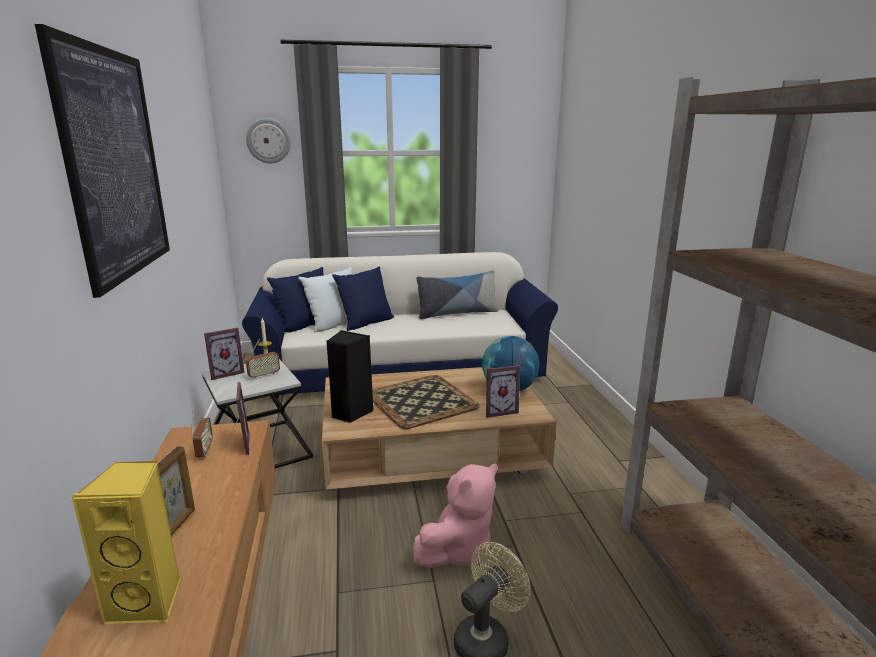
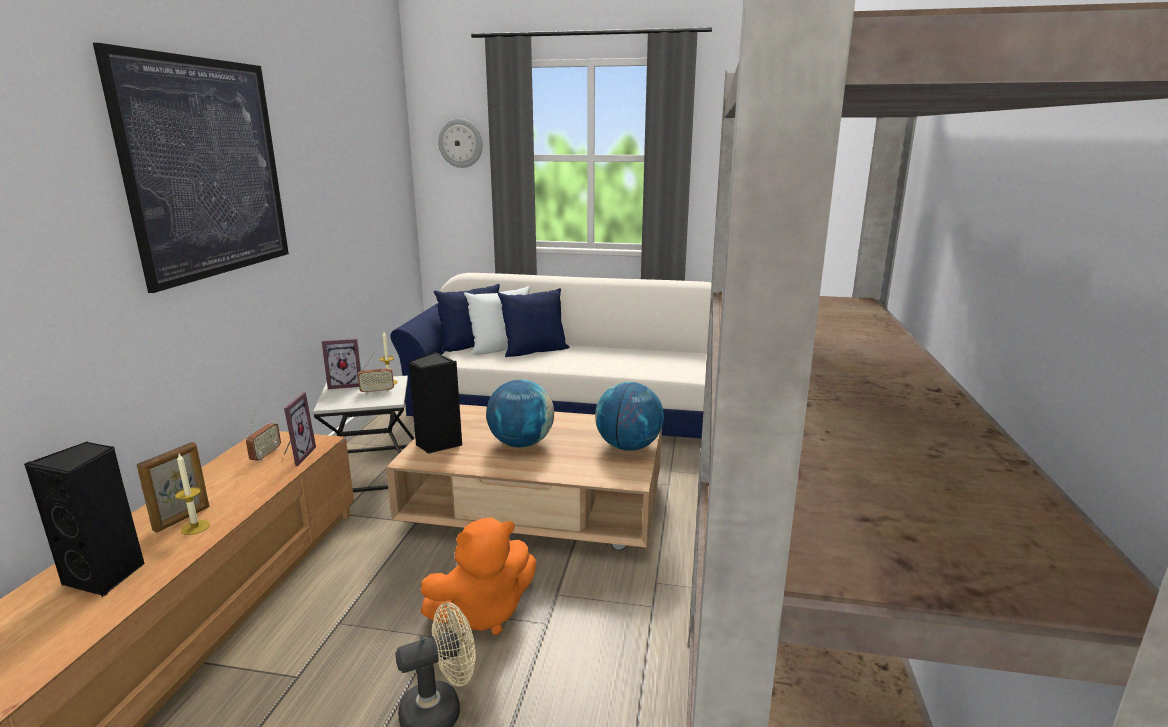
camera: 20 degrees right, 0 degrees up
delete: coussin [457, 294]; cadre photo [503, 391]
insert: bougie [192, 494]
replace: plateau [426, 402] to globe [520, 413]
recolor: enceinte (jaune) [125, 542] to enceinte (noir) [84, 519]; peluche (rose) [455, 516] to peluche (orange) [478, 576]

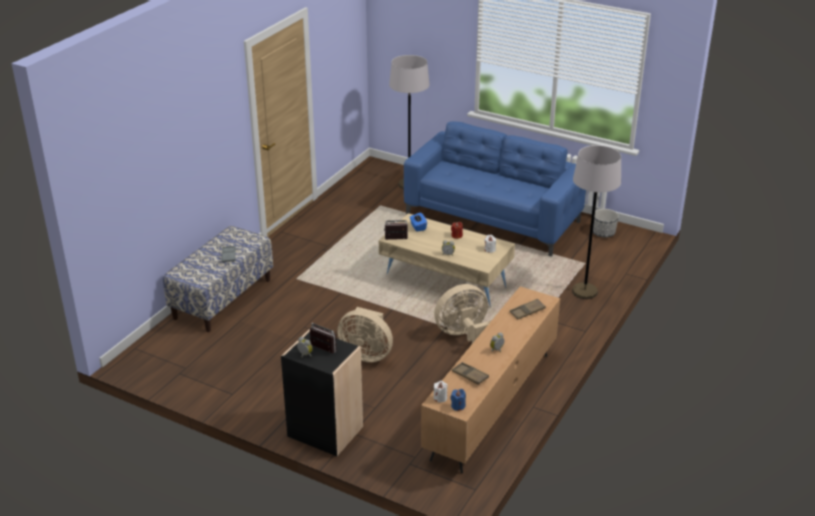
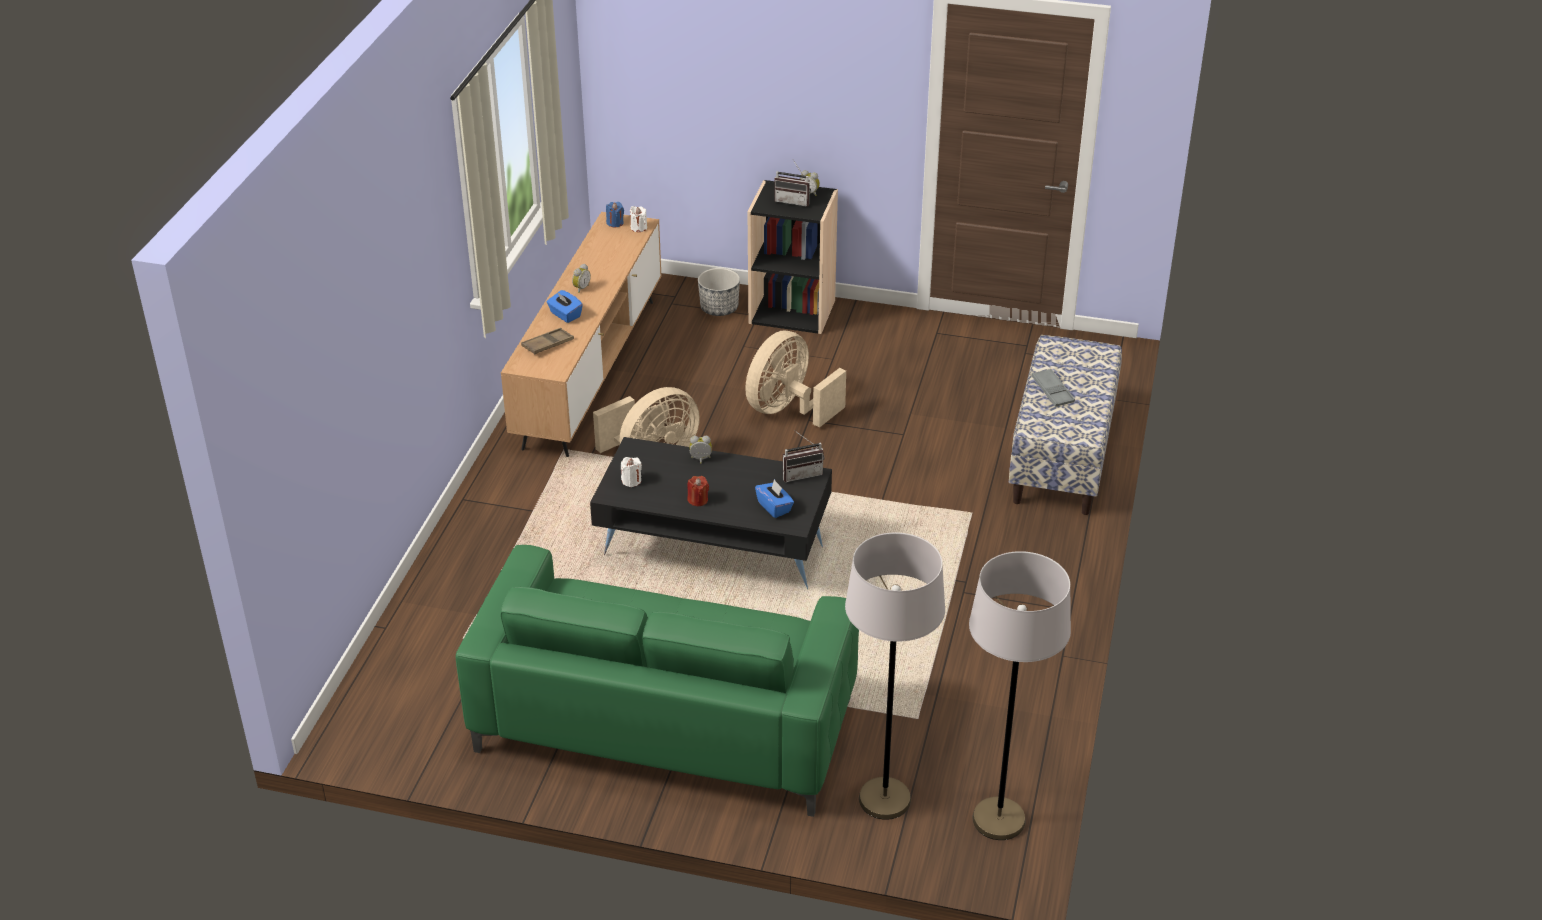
camera: 165 degrees right, 5 degrees up
delete: plateau (marron) [470, 373]
insert: boîte à mouchoirs (bleu) [565, 306]
move: lampadaire (gris) [596, 222] to [1020, 695]; cache-pot [606, 223] to [719, 292]
recolor: table basse (beige) [447, 260] to table basse (noir) [711, 513]; canapé (bleu) [495, 189] to canapé (vert) [657, 681]
rotate: ventilateur (beige) [365, 334] = [795, 379] 60 degrees counterclockwise

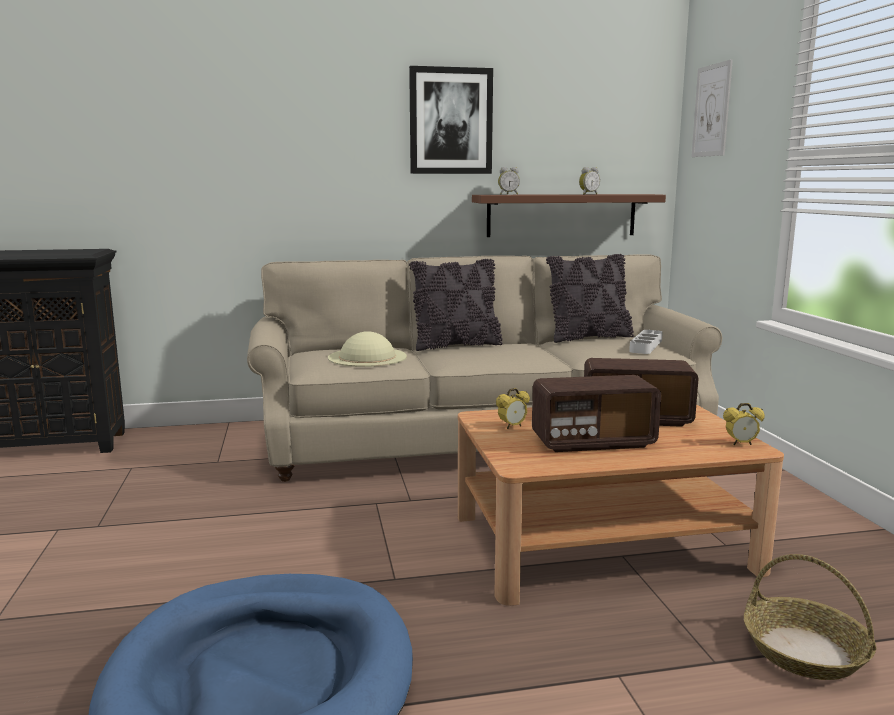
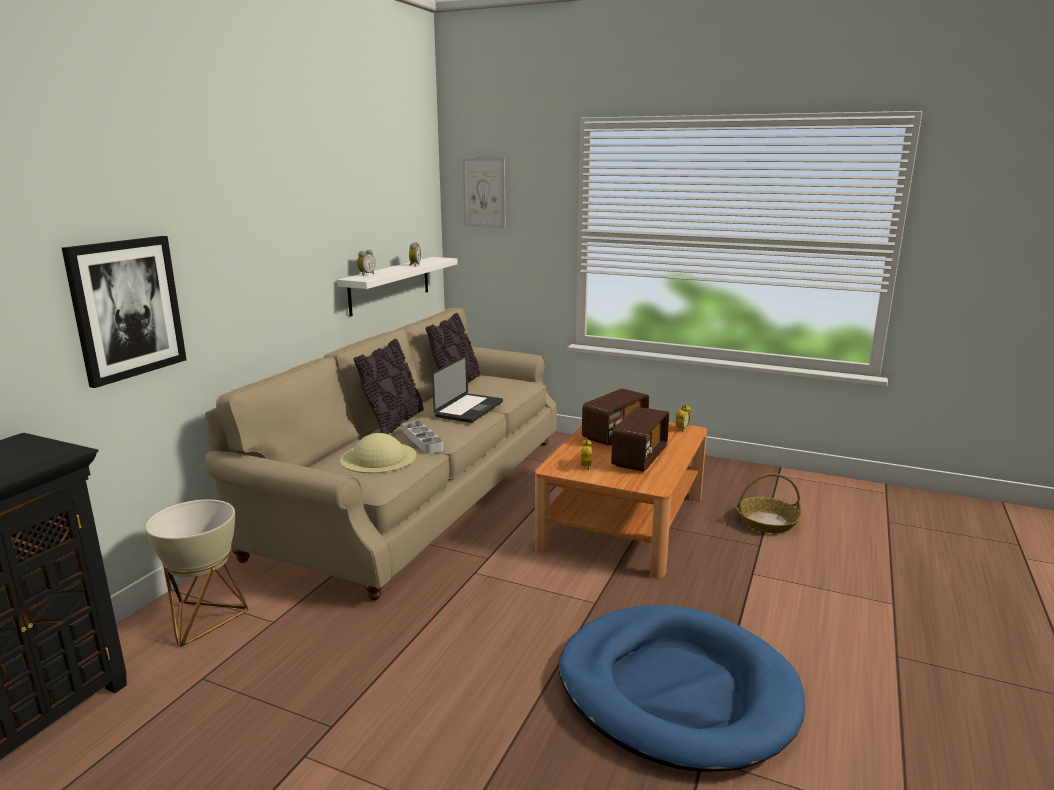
camera: 55 degrees left, 5 degrees up
insert: cache-pot [196, 572]; ordinateur portable [467, 389]
move: tableau [451, 120] to [124, 312]; plateau (gris) [646, 342] to [423, 437]
recolor: étagère (marron) [569, 215] to étagère (blanc) [397, 287]

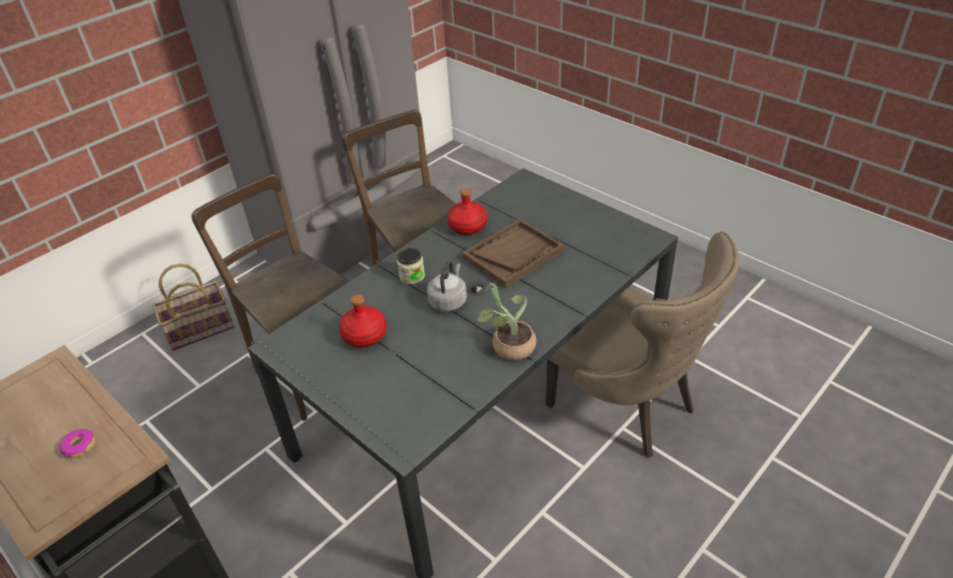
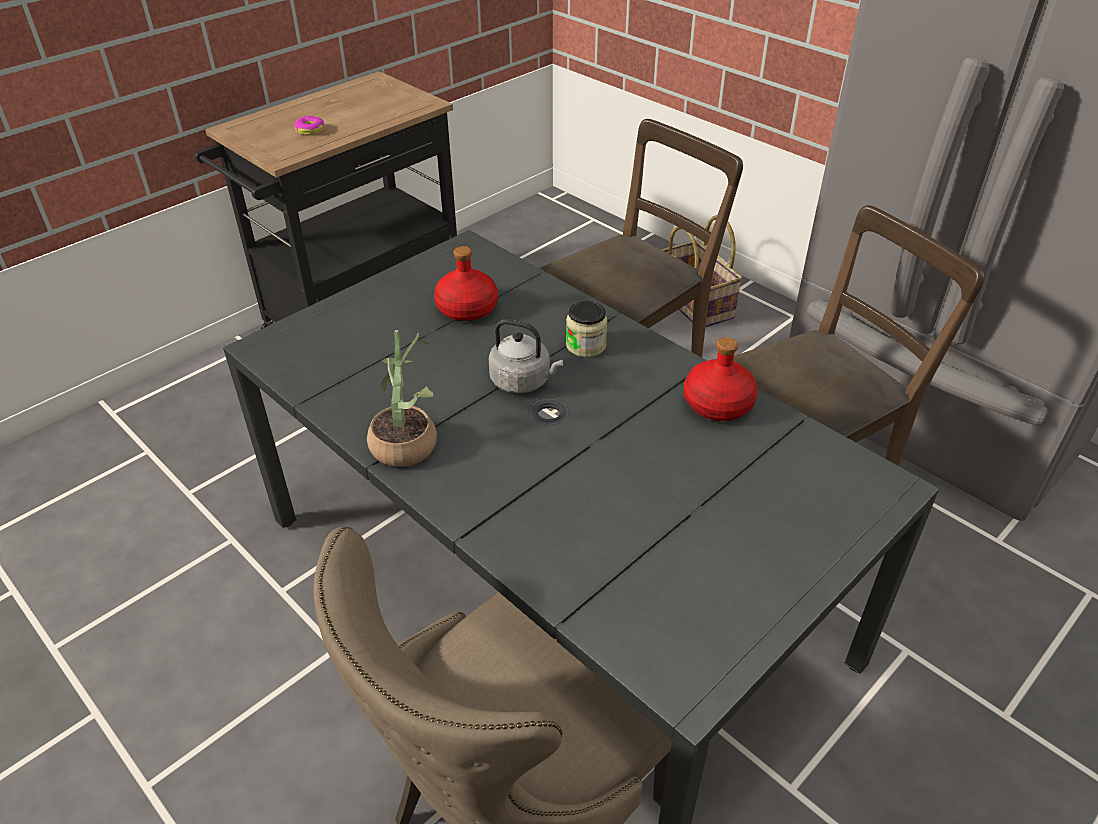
camera: 90 degrees right, 0 degrees up
delete: plateau (marron) [513, 253]

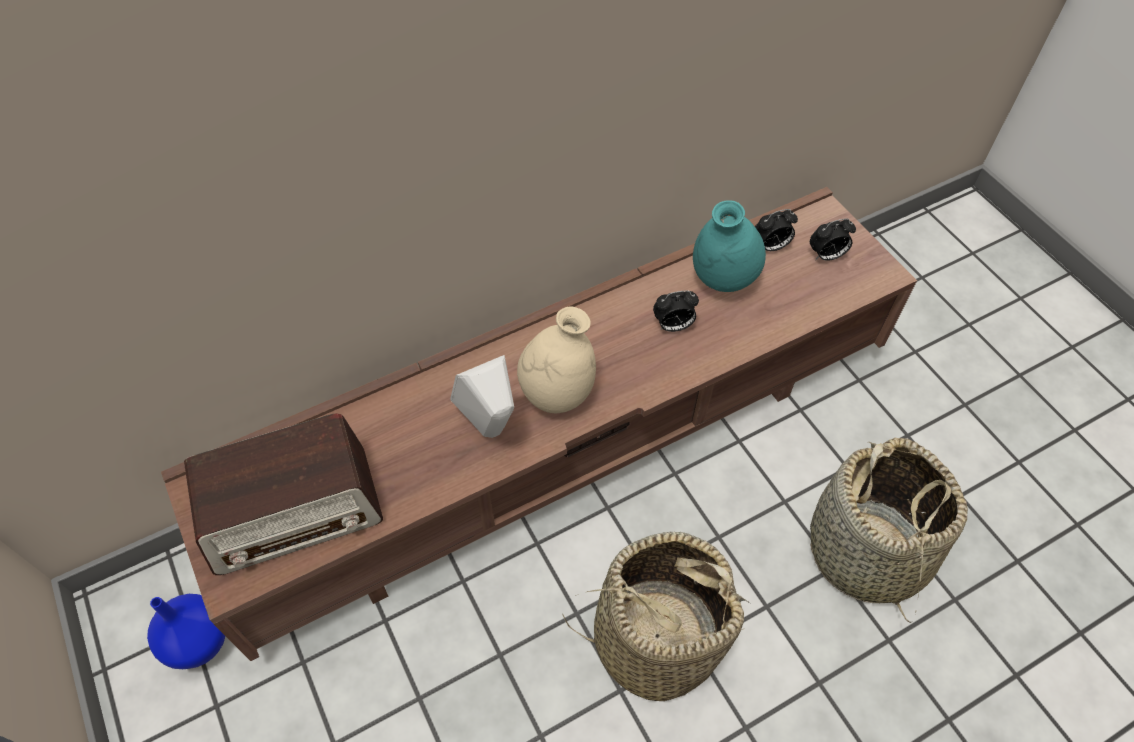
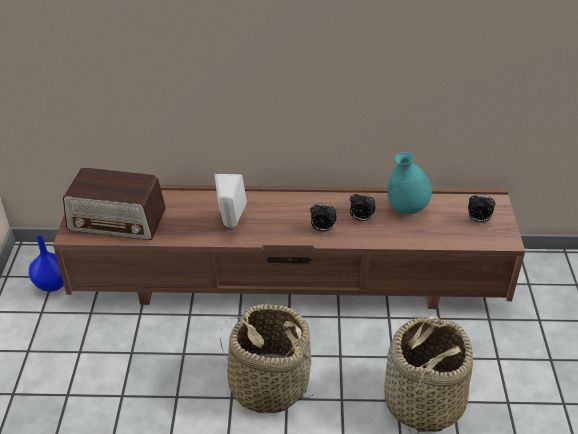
camera: 30 degrees right, 15 degrees down
delete: vase (beige) [556, 360]
move: réveil [776, 230] to [323, 217]

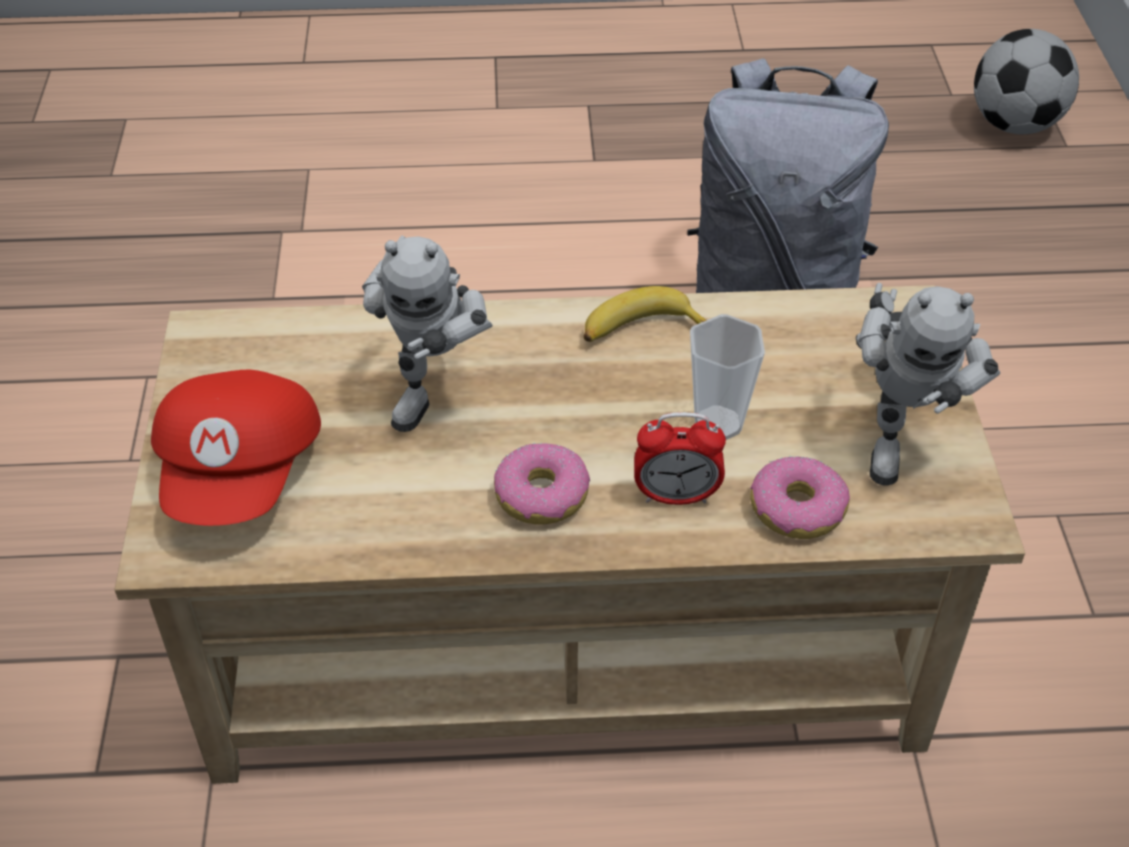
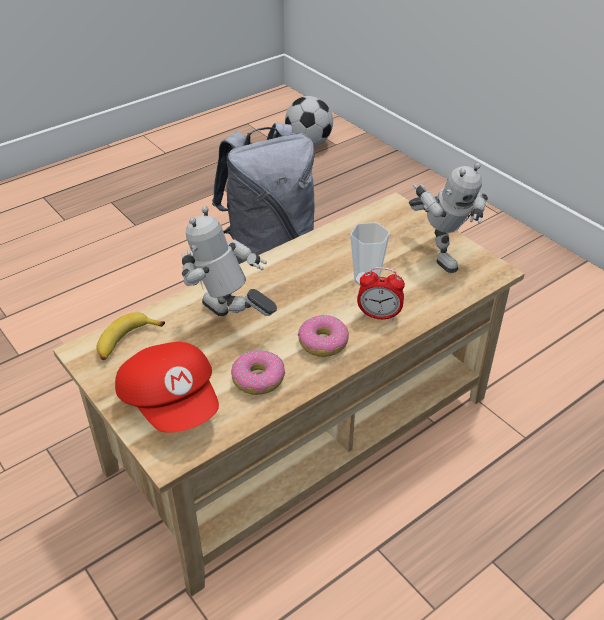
camera: 35 degrees left, 5 degrees down
move: banane [645, 314] to [130, 336]; beignet [800, 497] to [258, 372]
rotate: robot jouet [427, 333] = [229, 261] 150 degrees clockwise; réveil [680, 458] = [381, 293] 45 degrees clockwise

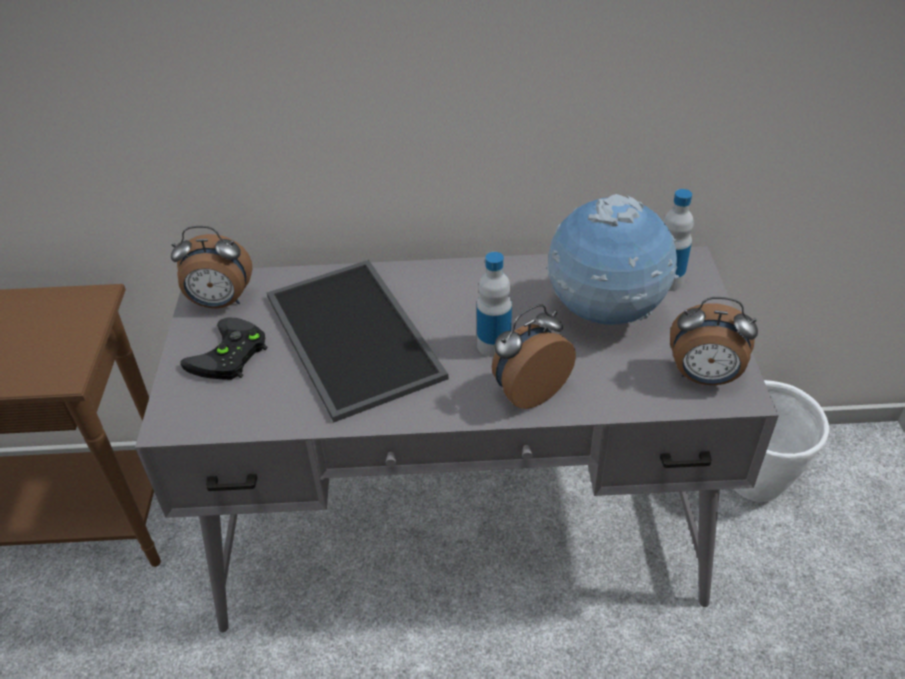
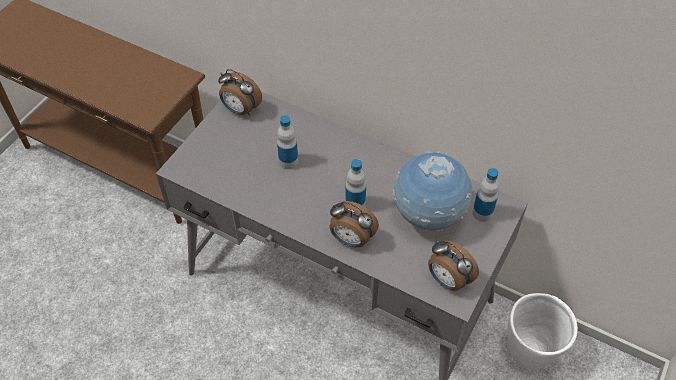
camera: 30 degrees right, 10 degrees up
delete: manette (noir) [223, 349]
replace: plateau [357, 341] to bouteille [287, 142]
rotate: réveil [534, 356] = [354, 224] 150 degrees counterclockwise

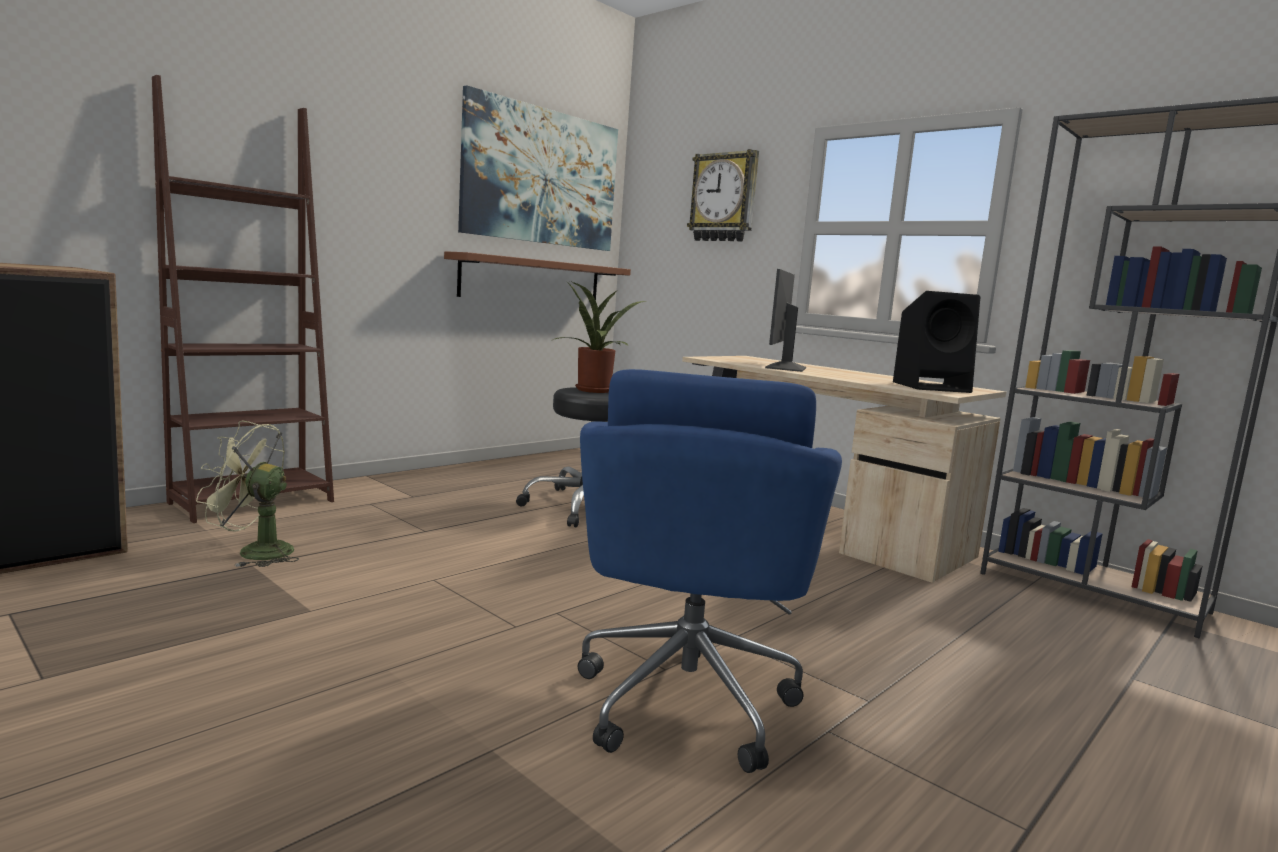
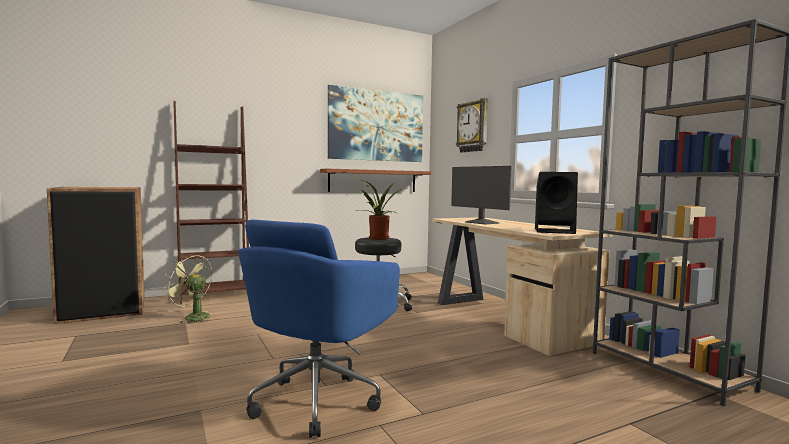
camera: 20 degrees right, 5 degrees down
rotate: écran d'ordinateur [785, 320] = [481, 195] 75 degrees counterclockwise

